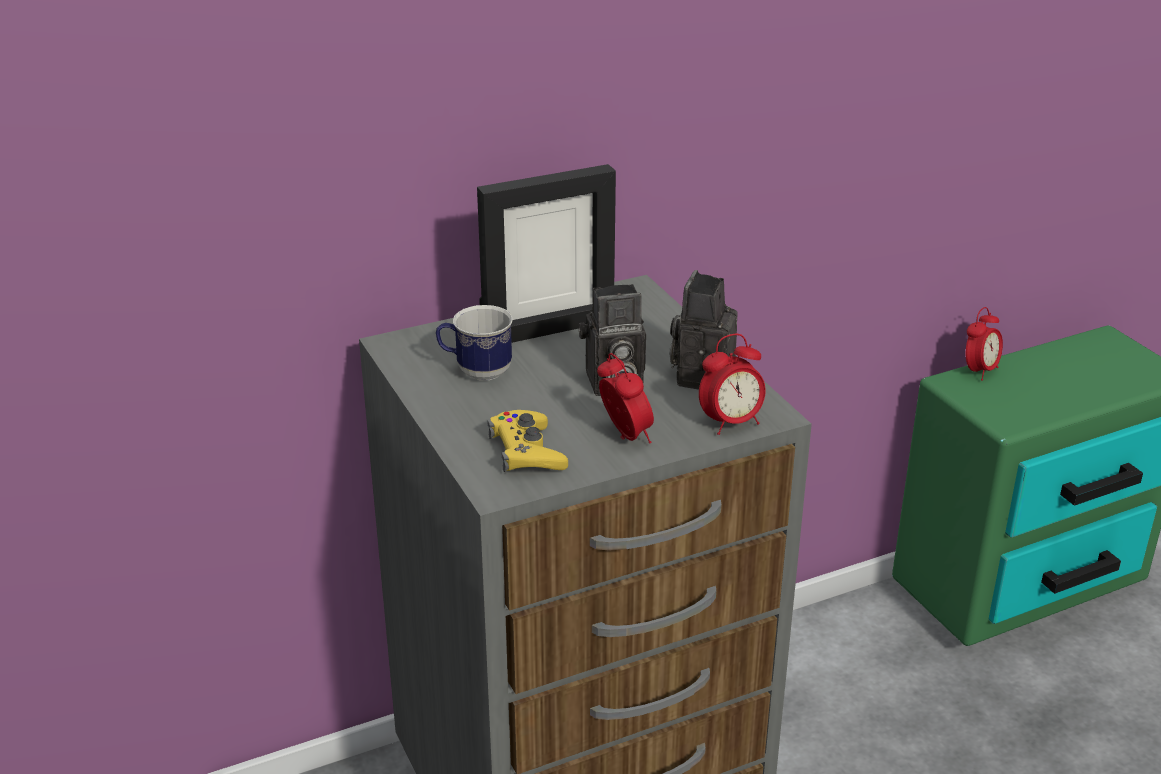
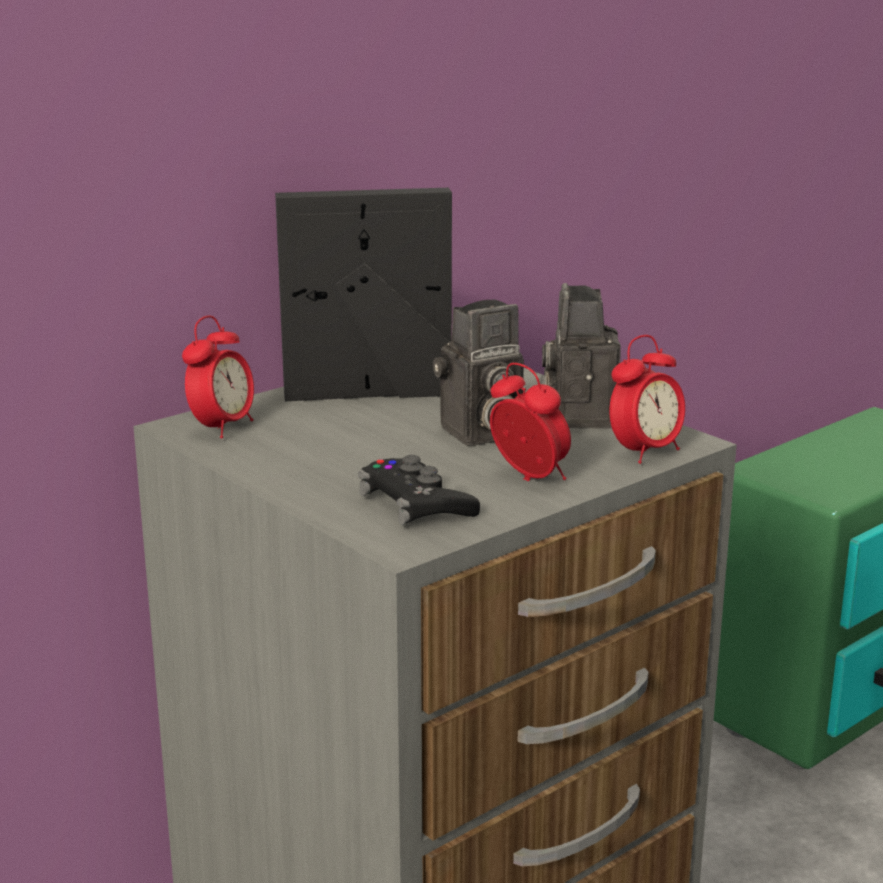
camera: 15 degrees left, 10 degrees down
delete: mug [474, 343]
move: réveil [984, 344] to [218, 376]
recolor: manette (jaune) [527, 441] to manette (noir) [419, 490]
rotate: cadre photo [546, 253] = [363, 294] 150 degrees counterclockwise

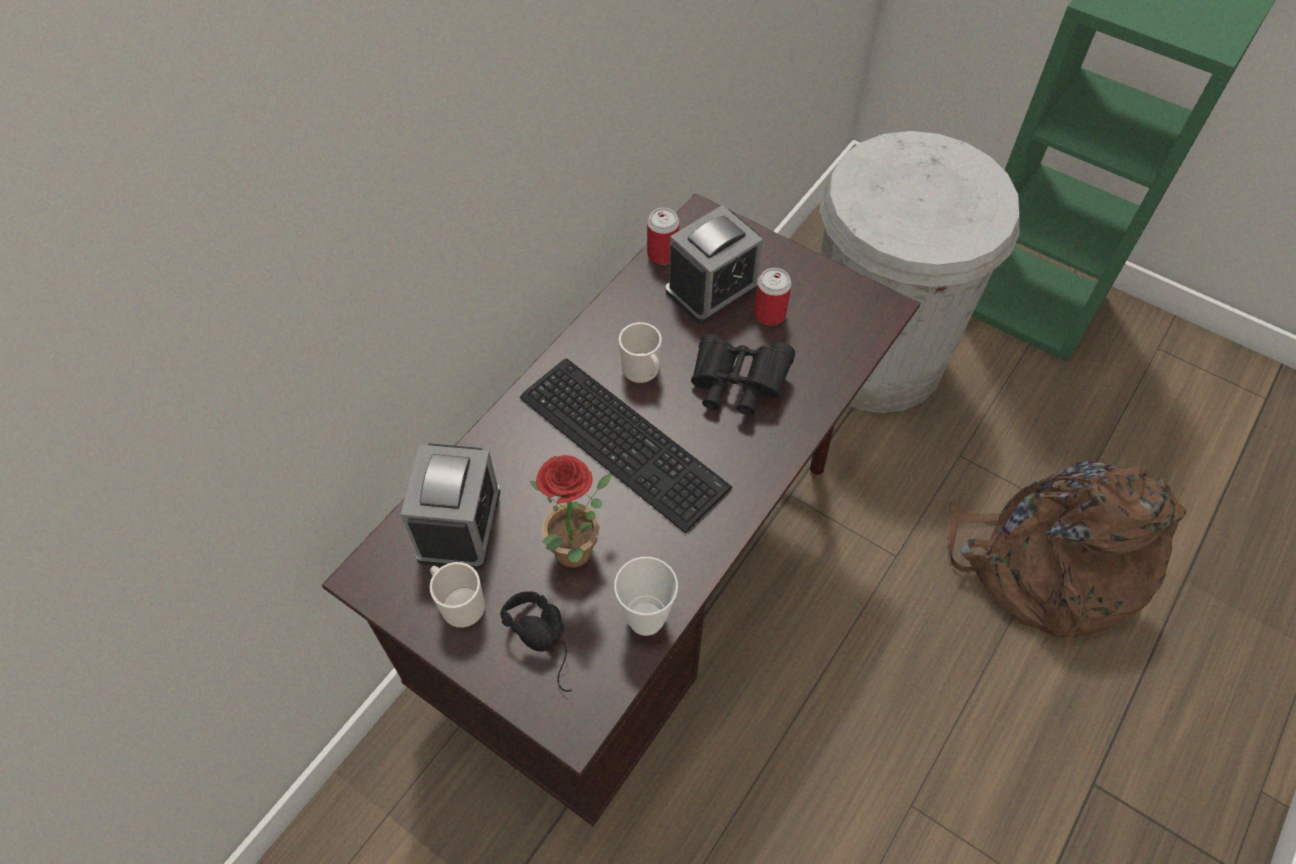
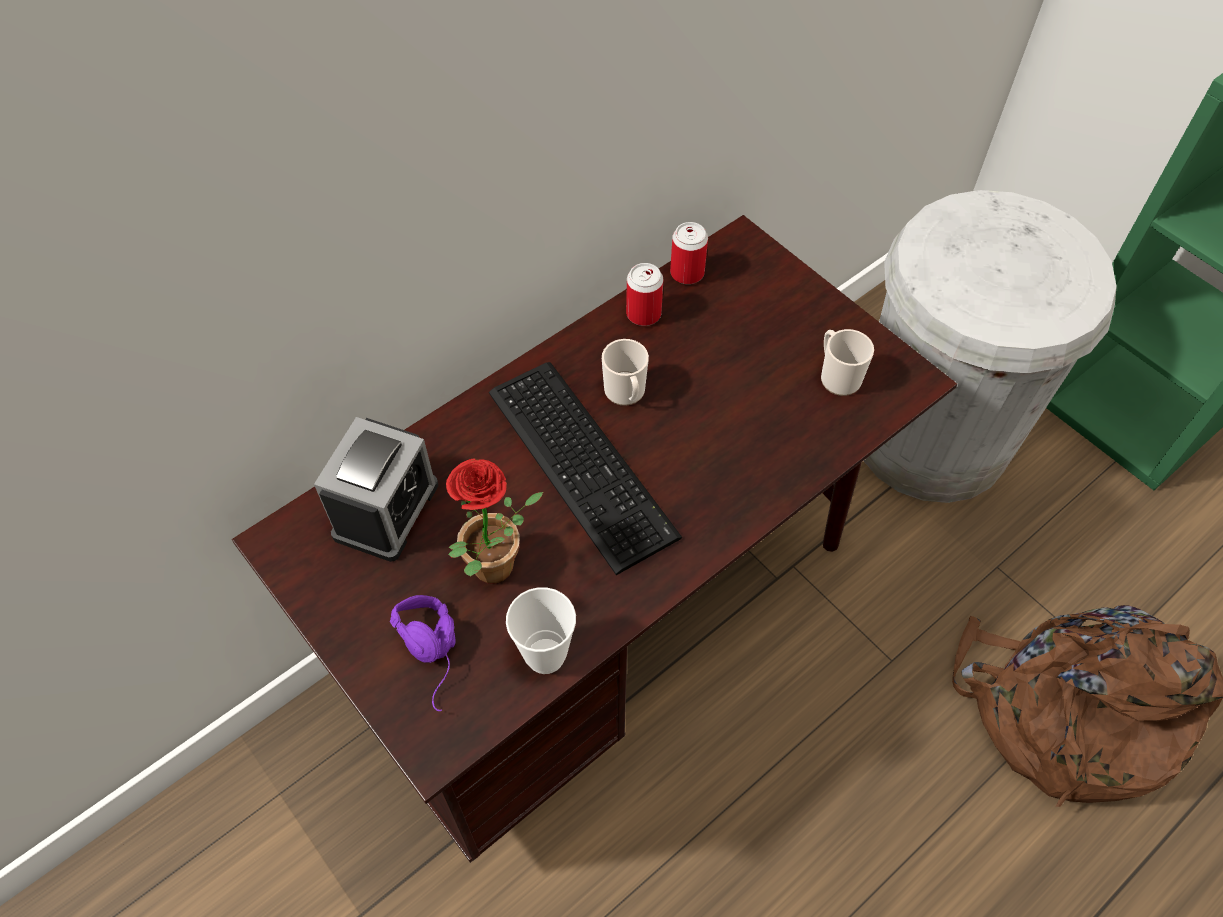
camera: 15 degrees right, 0 degrees up
delete: réveil [714, 264]; jumelles (noir) [743, 374]
move: mug [457, 595] to [847, 362]; boîte métallique [773, 296] to [644, 294]
recolor: casque audio (noir) [536, 641] to casque audio (violet) [423, 653]

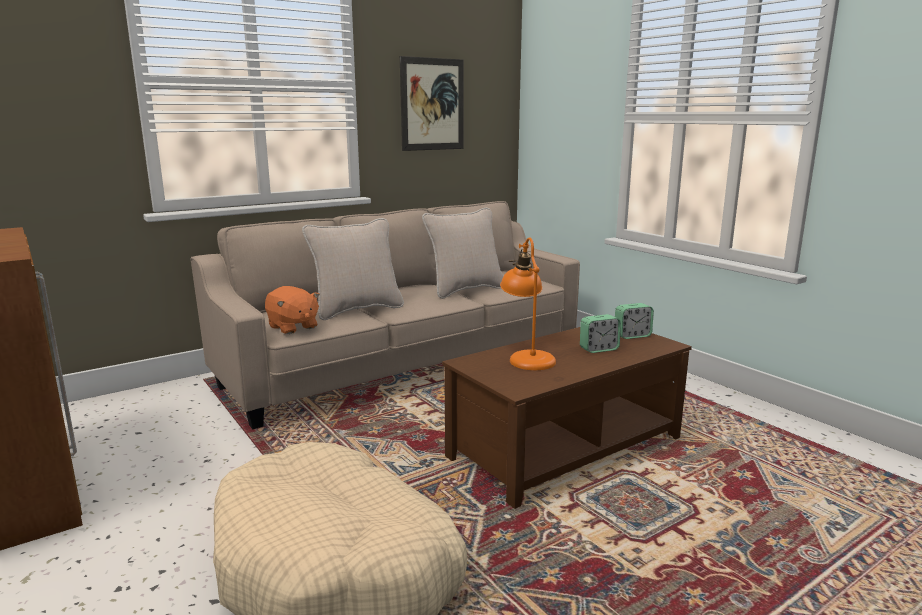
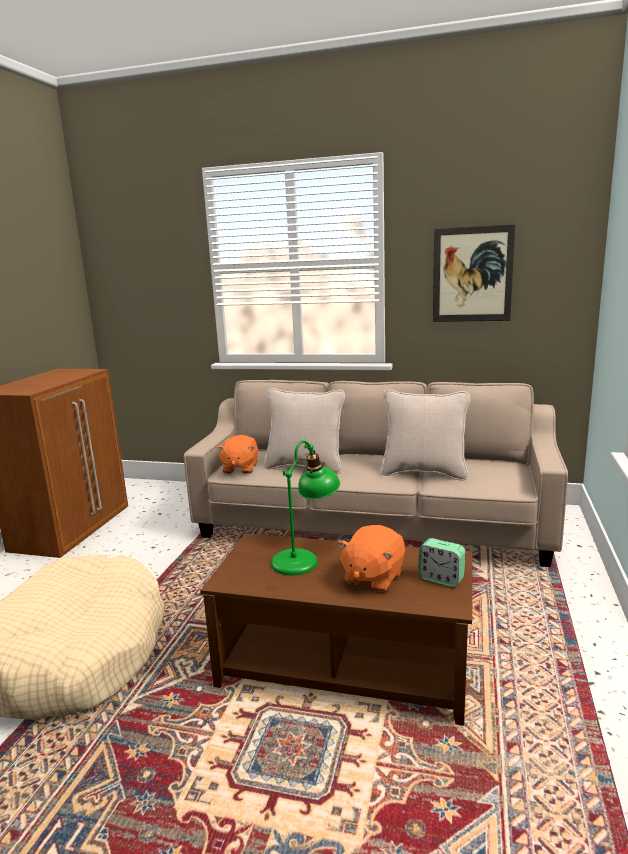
camera: 50 degrees right, 0 degrees up
replace: réveil [600, 333] to peluche (orange) [371, 558]
recolor: lampe de table (orange) [528, 303] to lampe de table (vert) [305, 507]

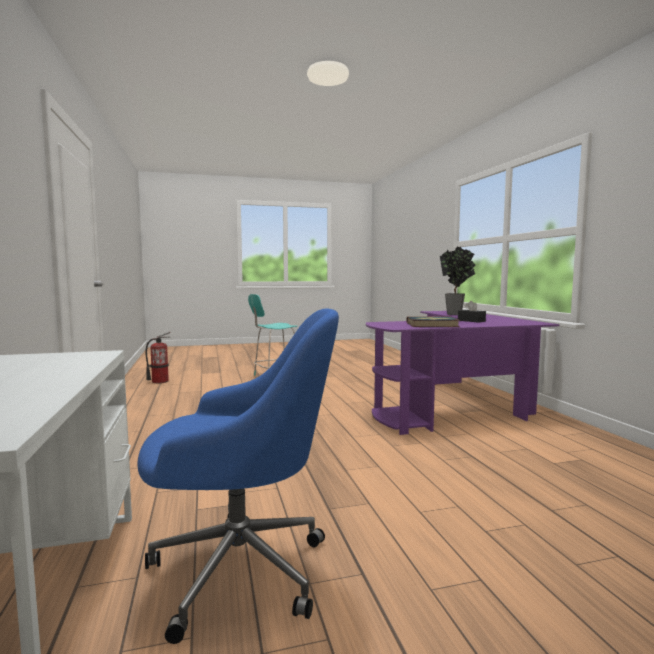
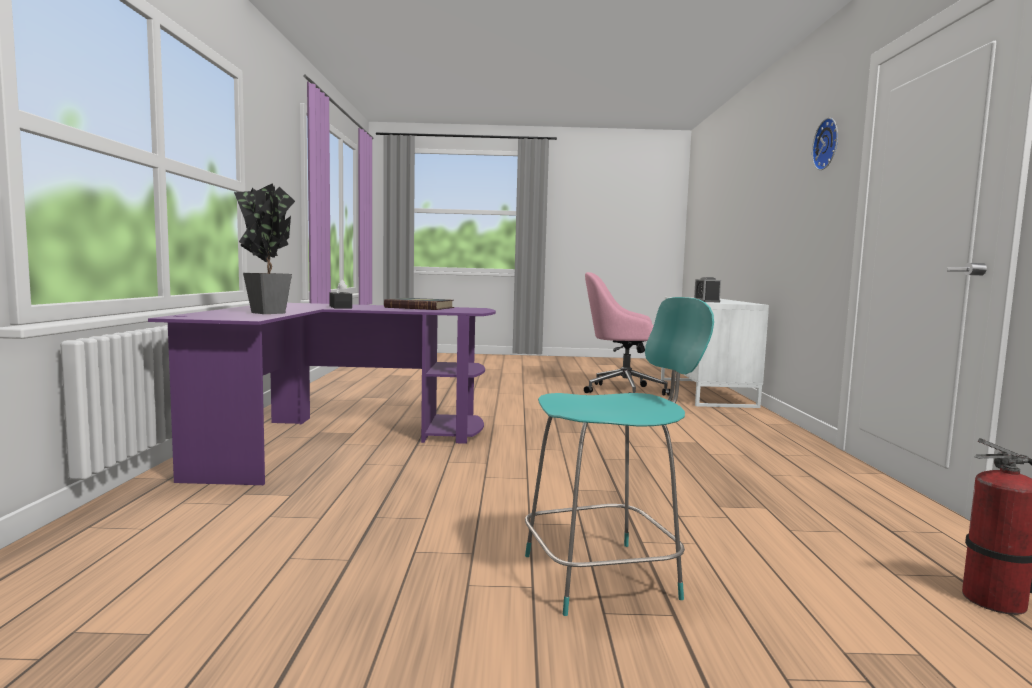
camera: 165 degrees left, 0 degrees up
insert: réveil [707, 289]; horloge murale [825, 144]
recolor: chaise de bureau (bleu) [238, 476] to chaise de bureau (rose) [627, 334]

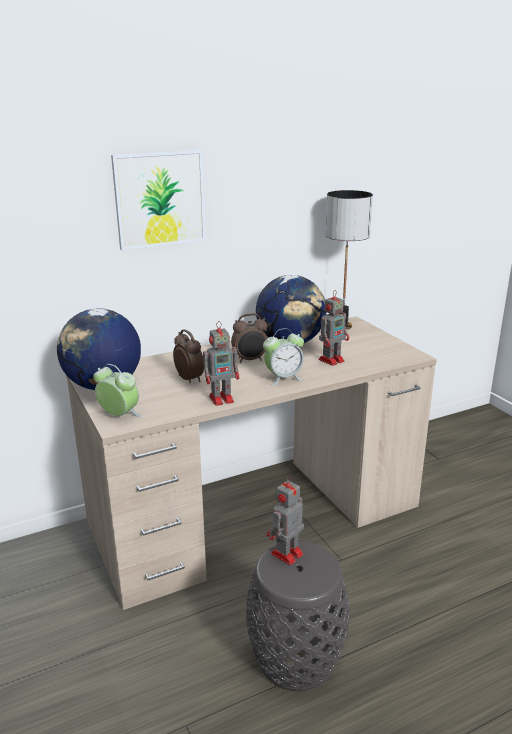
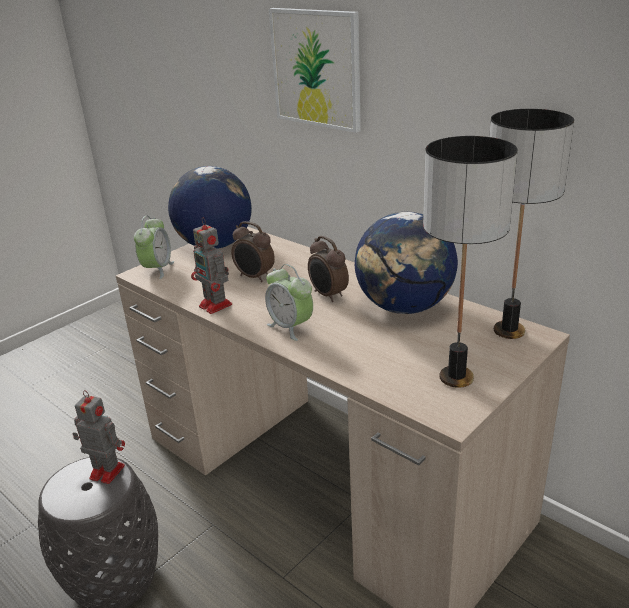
camera: 70 degrees right, 5 degrees up
delete: robot jouet [334, 328]
insert: lampe de table [470, 262]
rotate: réveil [188, 356] = [253, 251] 90 degrees clockwise

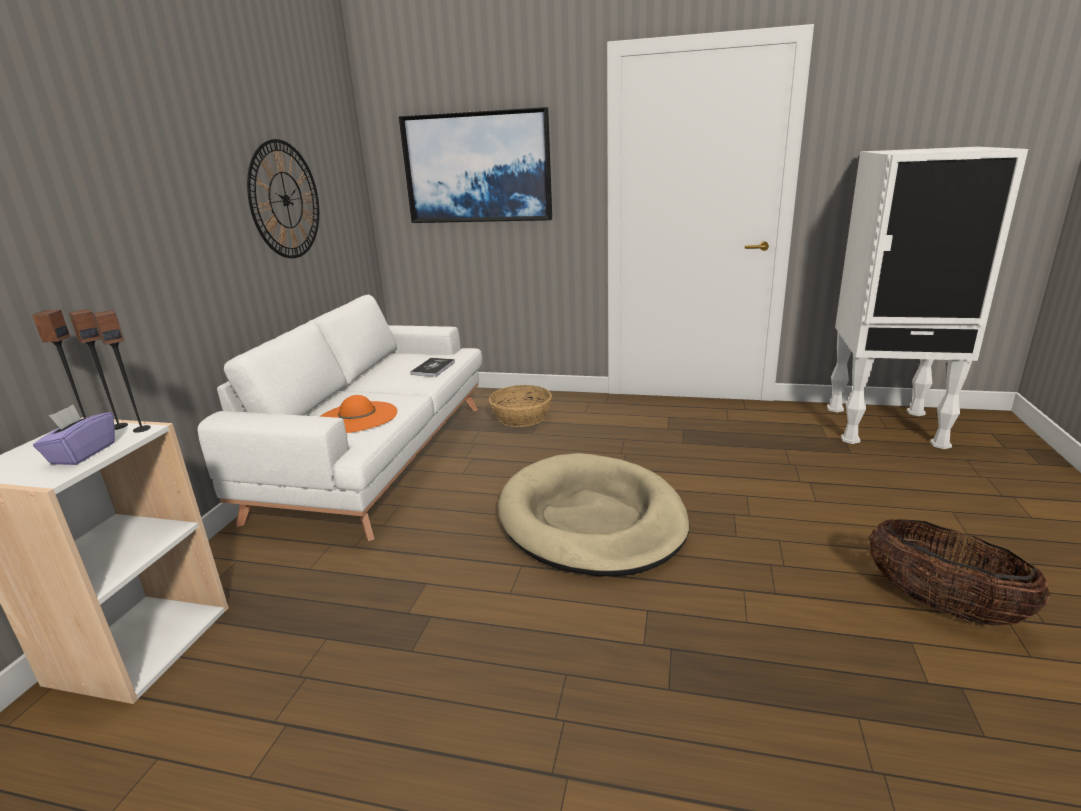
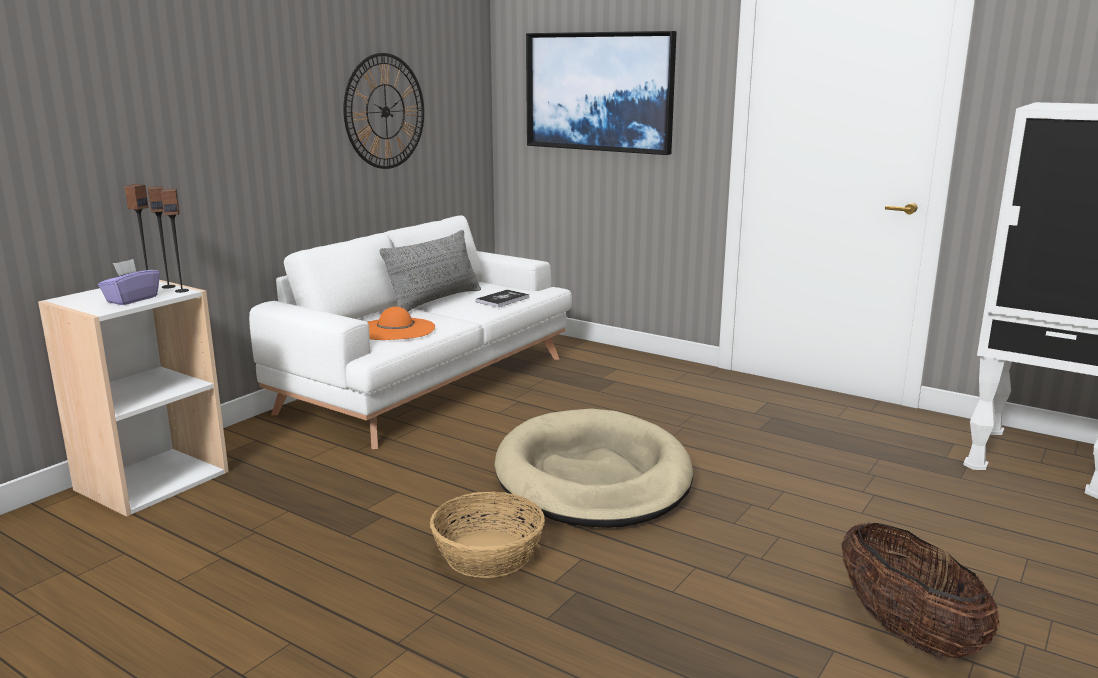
camera: 20 degrees right, 5 degrees down
insert: coussin (gris) [430, 270]
move: panier [520, 406] to [487, 535]

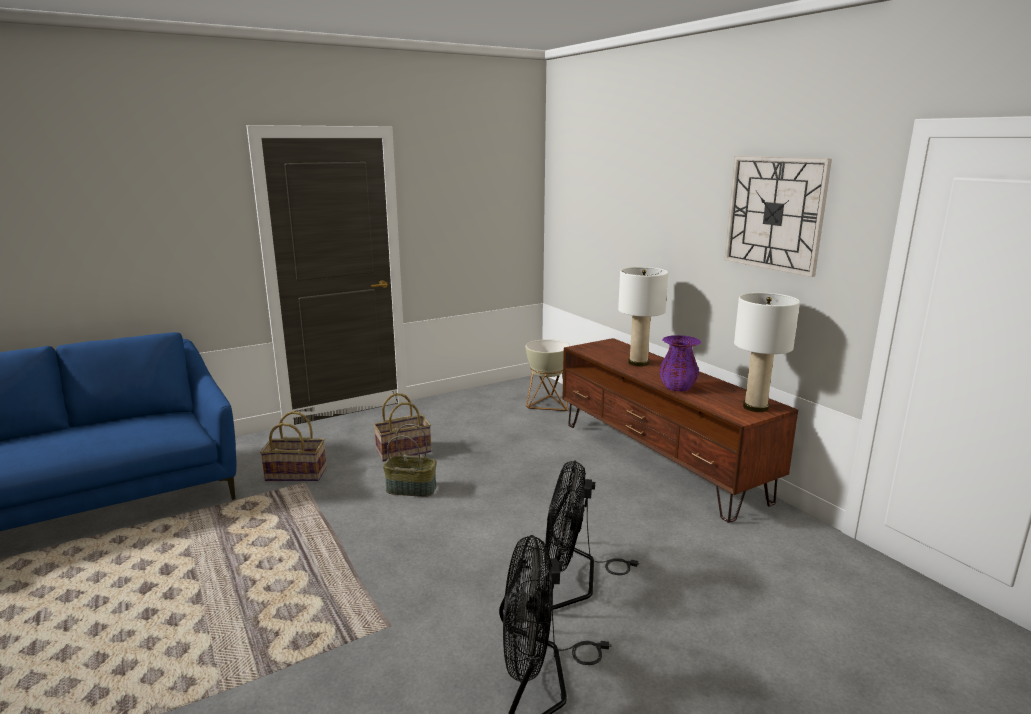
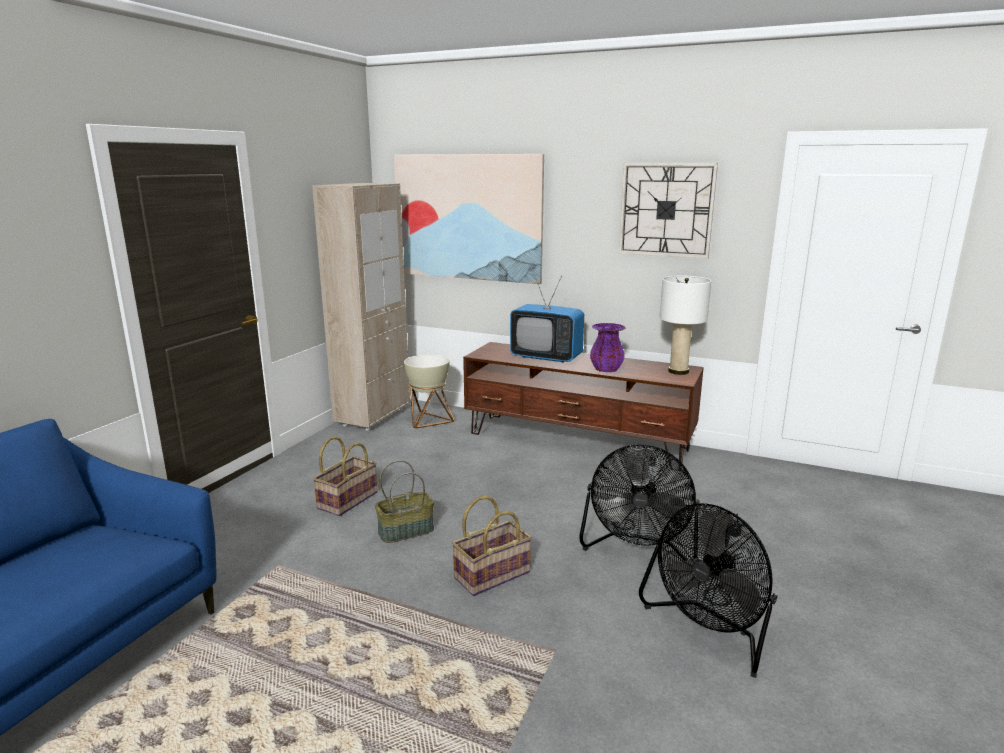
camera: 35 degrees left, 0 degrees up
insert: meuble de rangement (beige) [361, 307]; tableau [469, 219]
move: panier [293, 446] to [492, 546]
replace: lampe de table (blanc) [643, 317] to téléviseur [547, 318]
rotate: ventilateur (noir) [591, 535] = [639, 502] 45 degrees counterclockwise

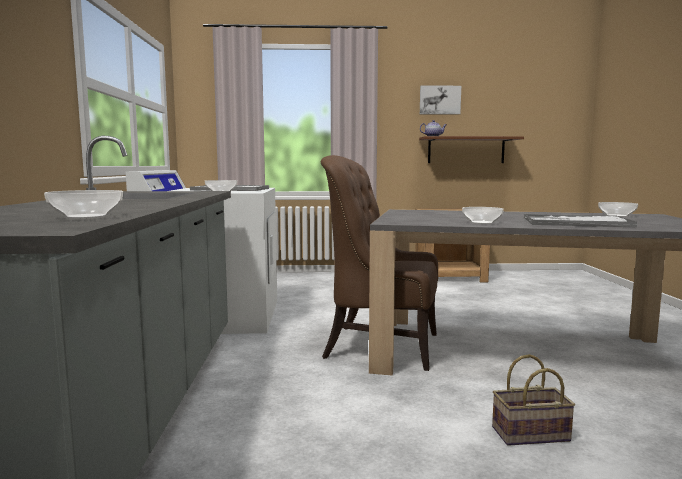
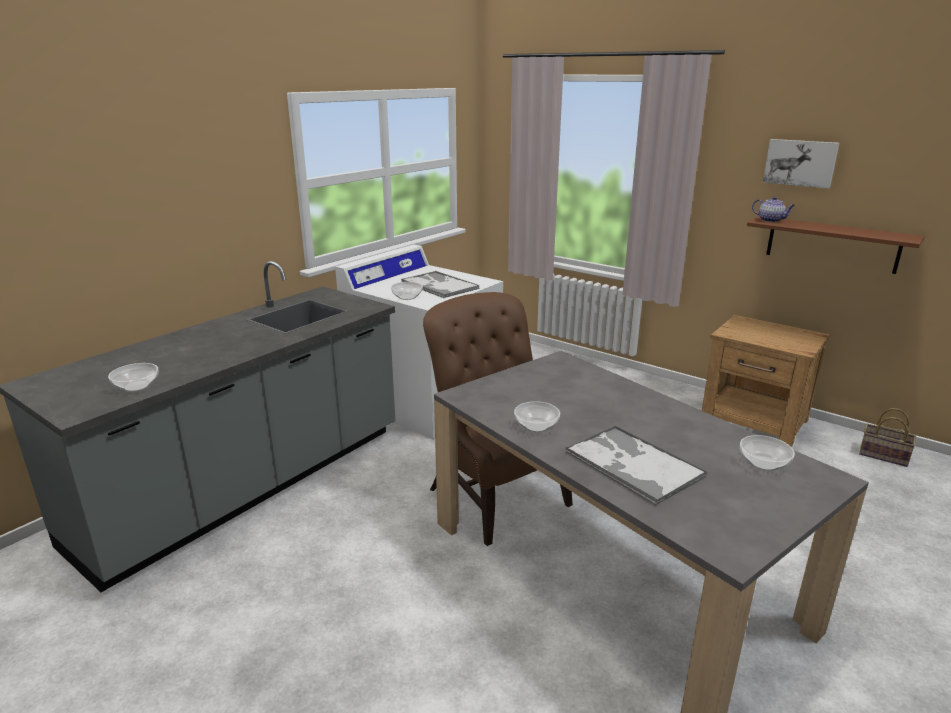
camera: 40 degrees right, 15 degrees up
move: panier [533, 400] to [887, 437]

